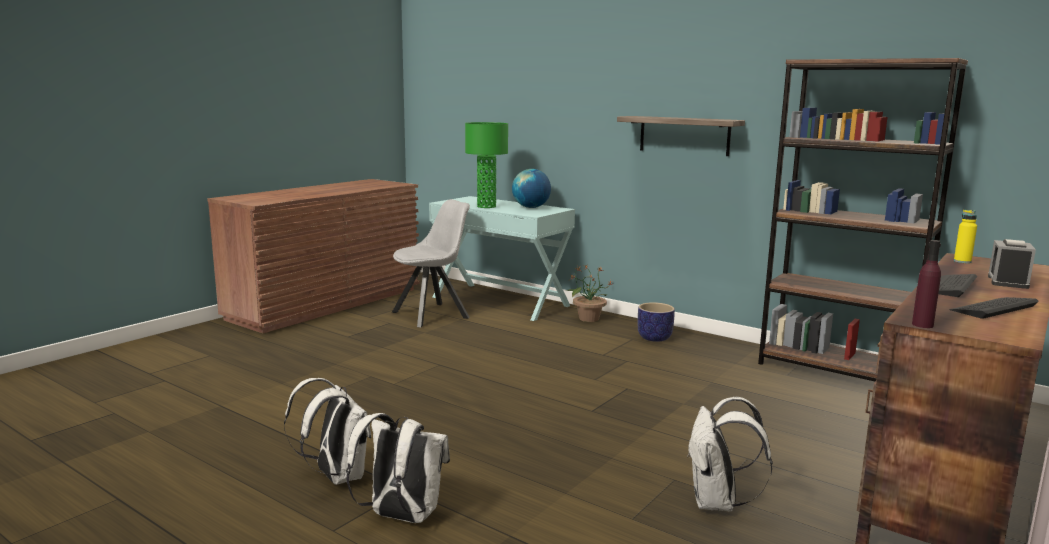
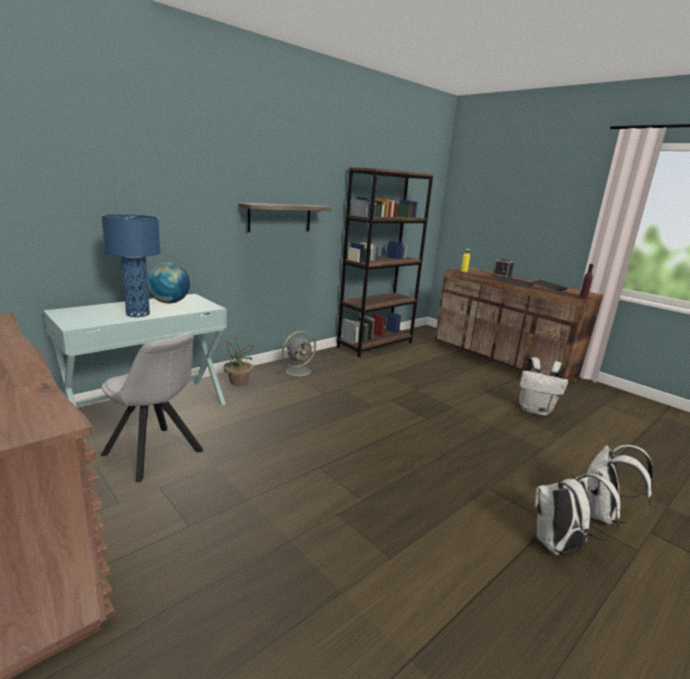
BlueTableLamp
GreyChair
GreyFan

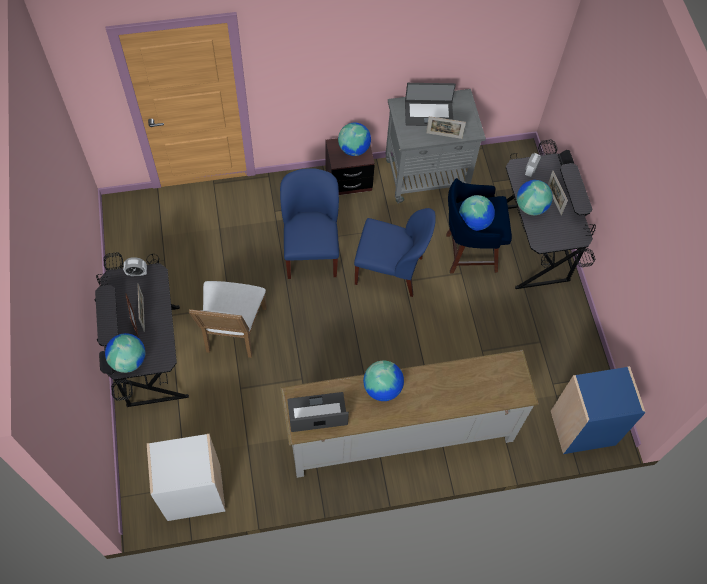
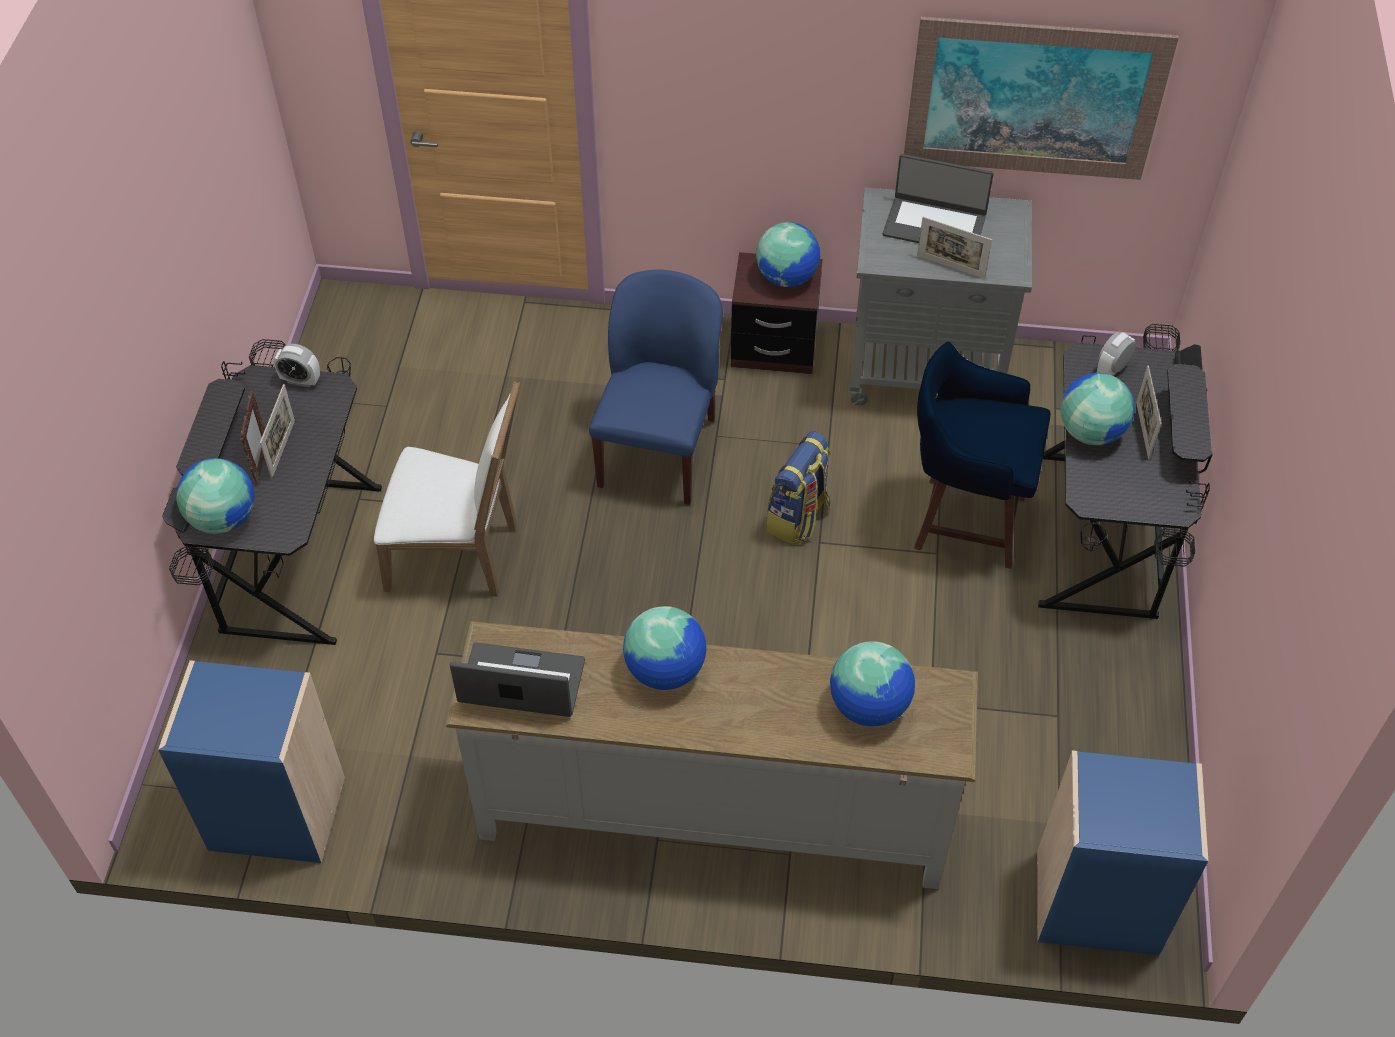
Globe (no. 4 from left)
Backpack
WhiteChair
BlueBookcase (no. 1 from left)
Picture

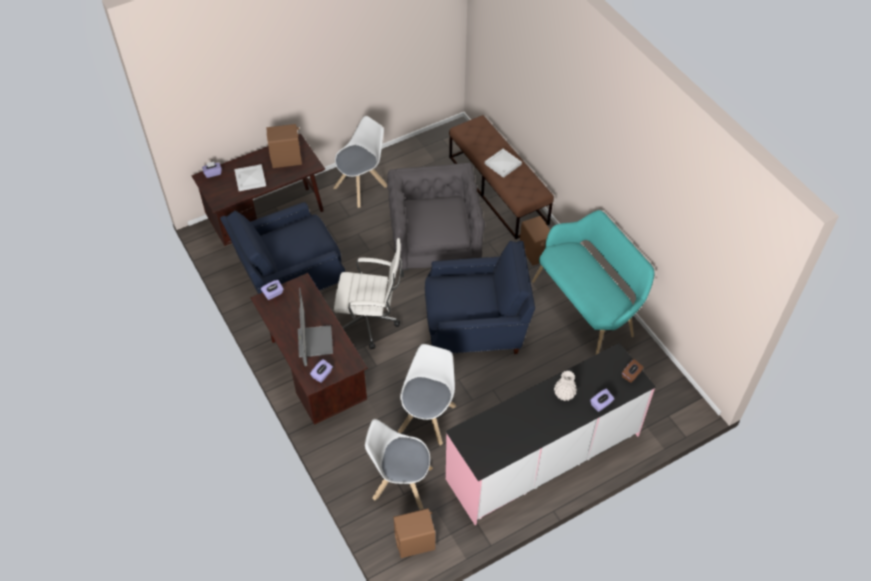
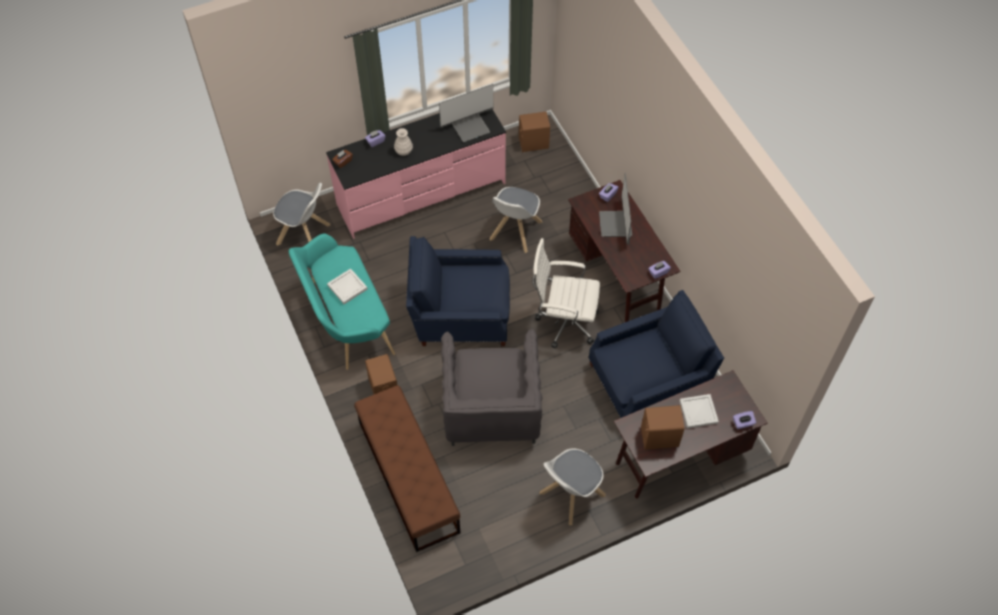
WhiteTray (no. 1 from left)
Chair (no. 1 from left)
Monitor (no. 1 from left)

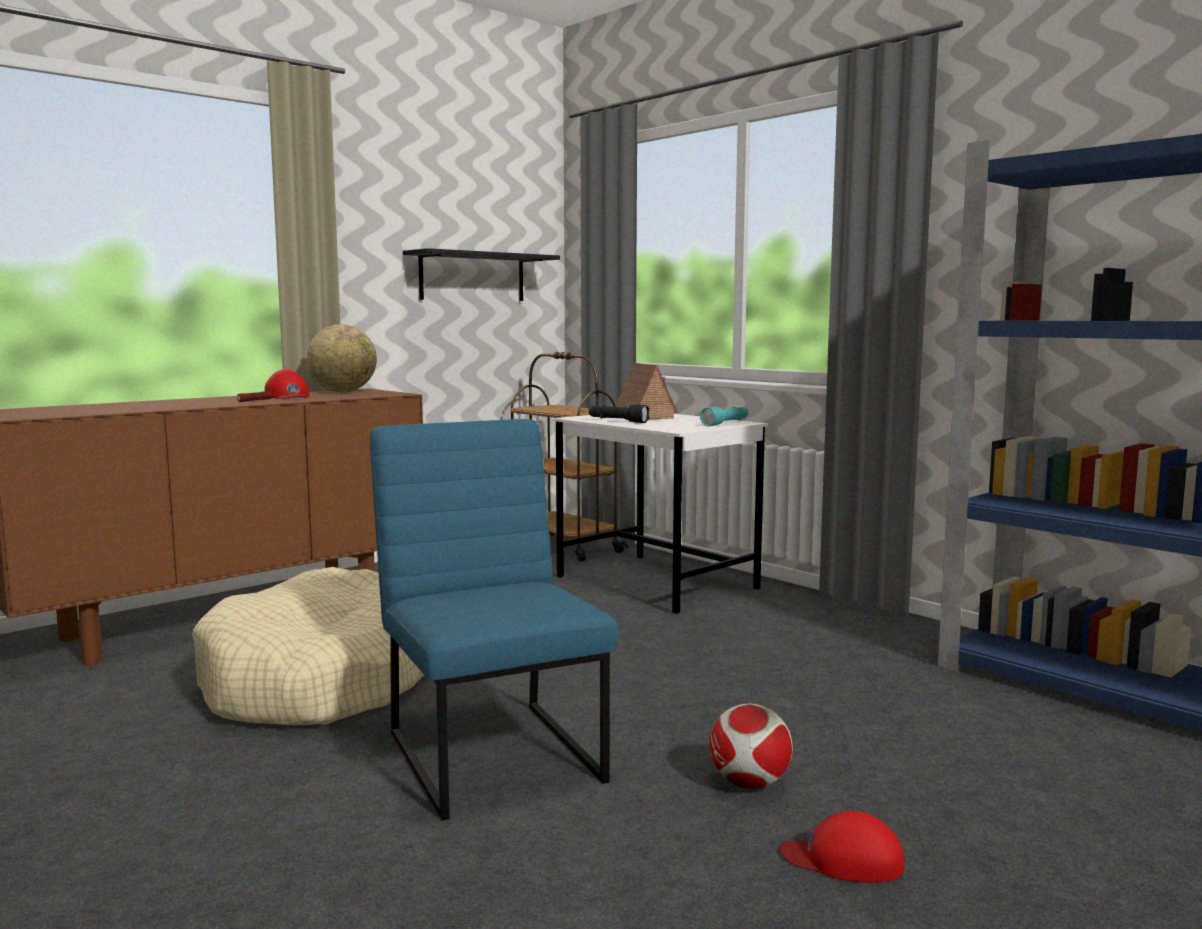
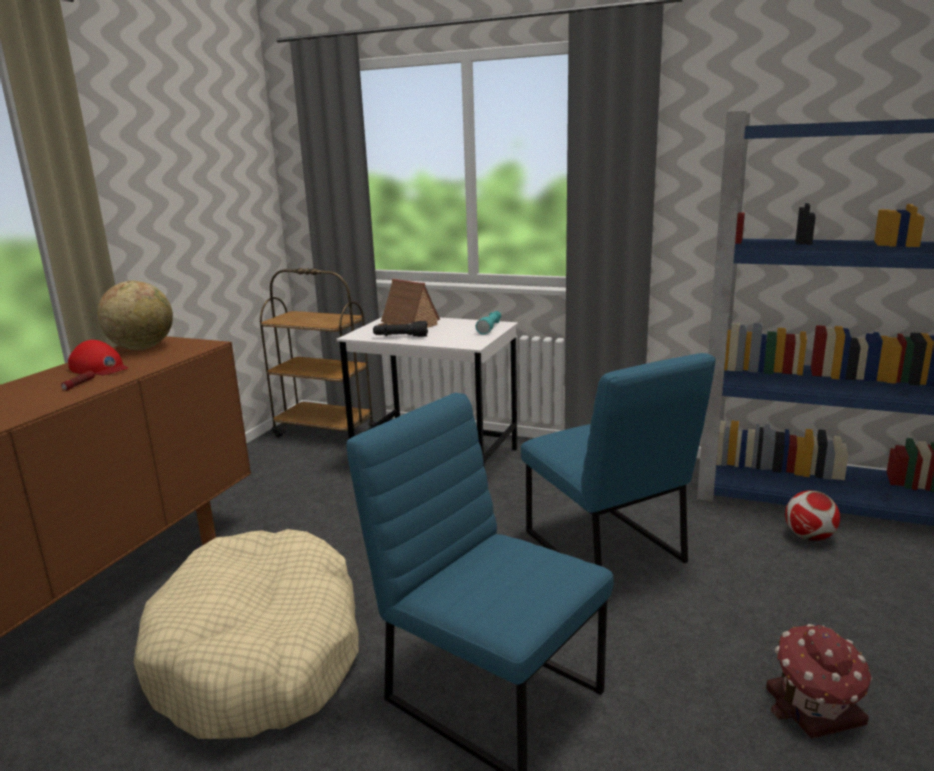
BlackShelf
Football
ToyHouse (no. 2 from left)
BlueChair (no. 2 from left)

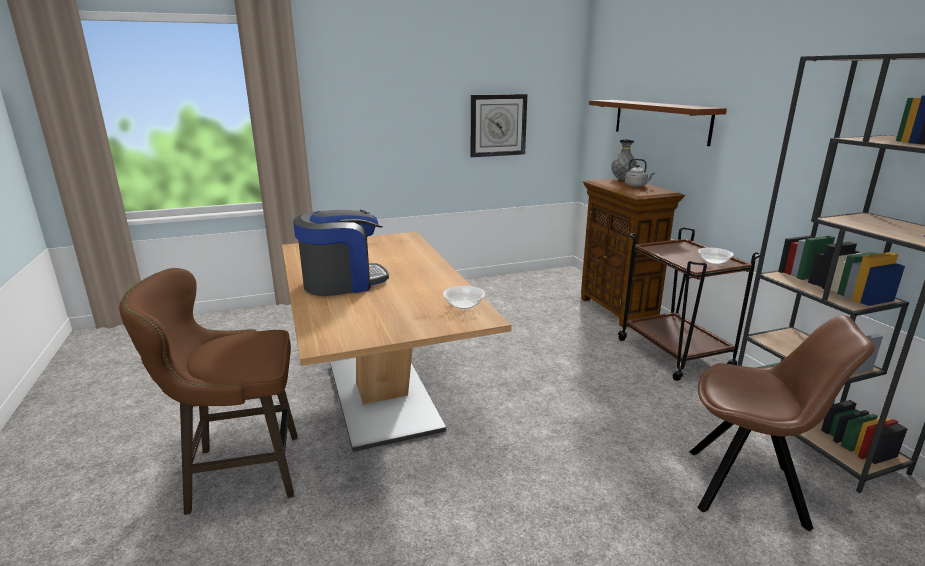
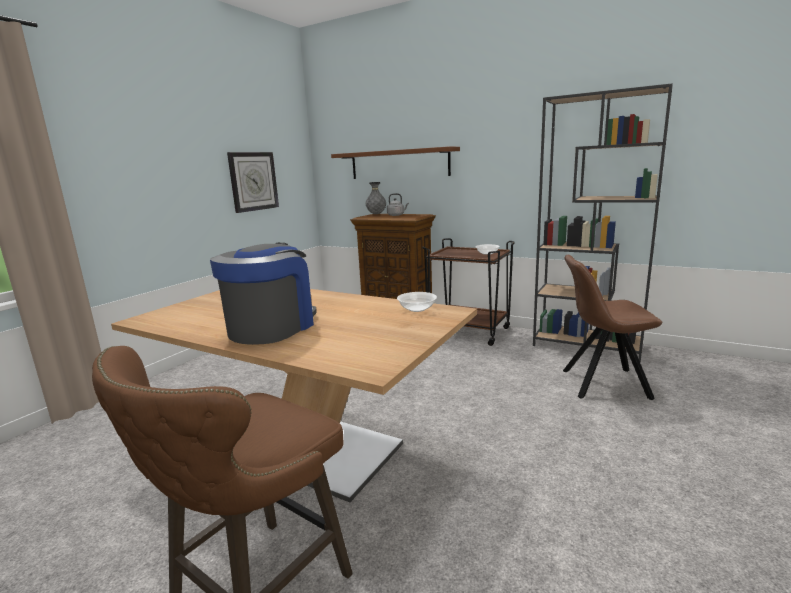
BrownChair

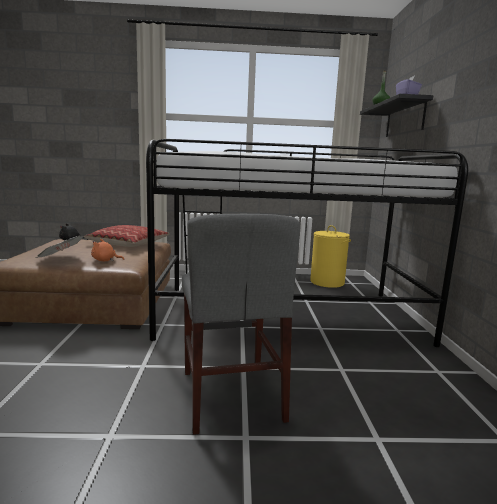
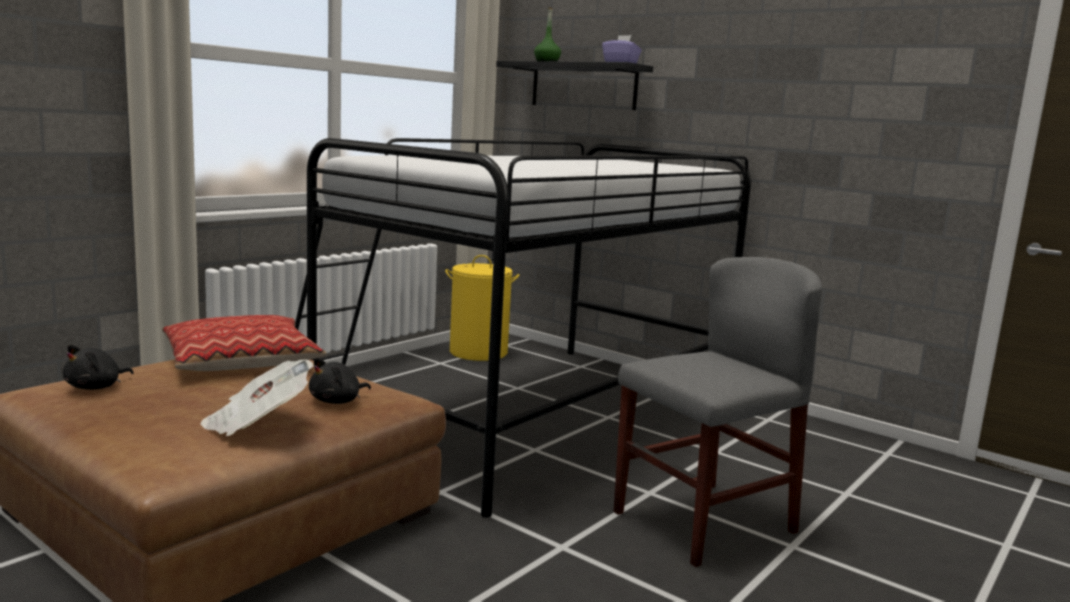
GreyChair
BlackPlushToy (no. 2 from left)

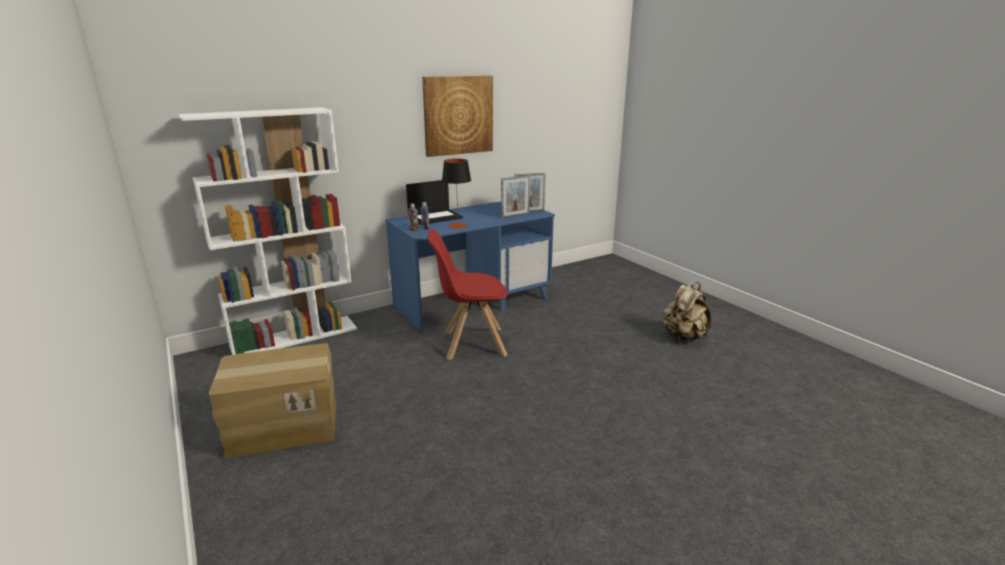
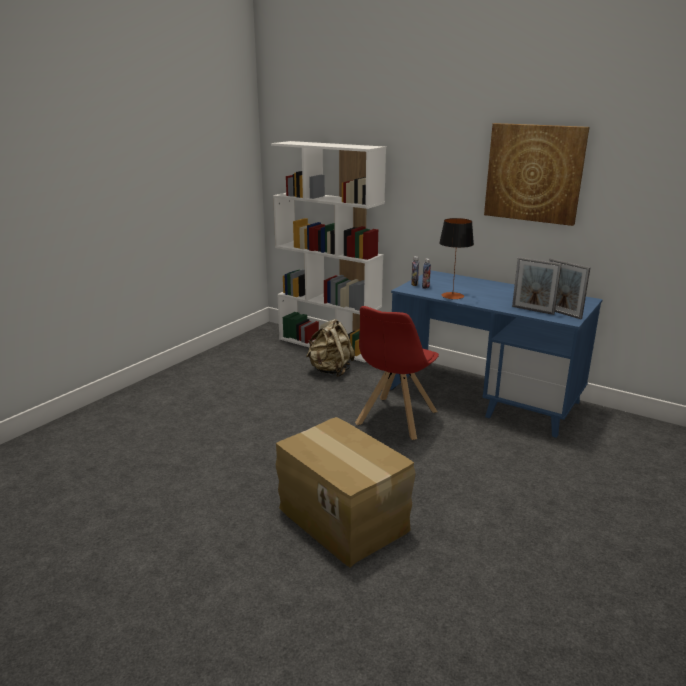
Laptop
RedChair
BeigeBackpack
CardboardBox

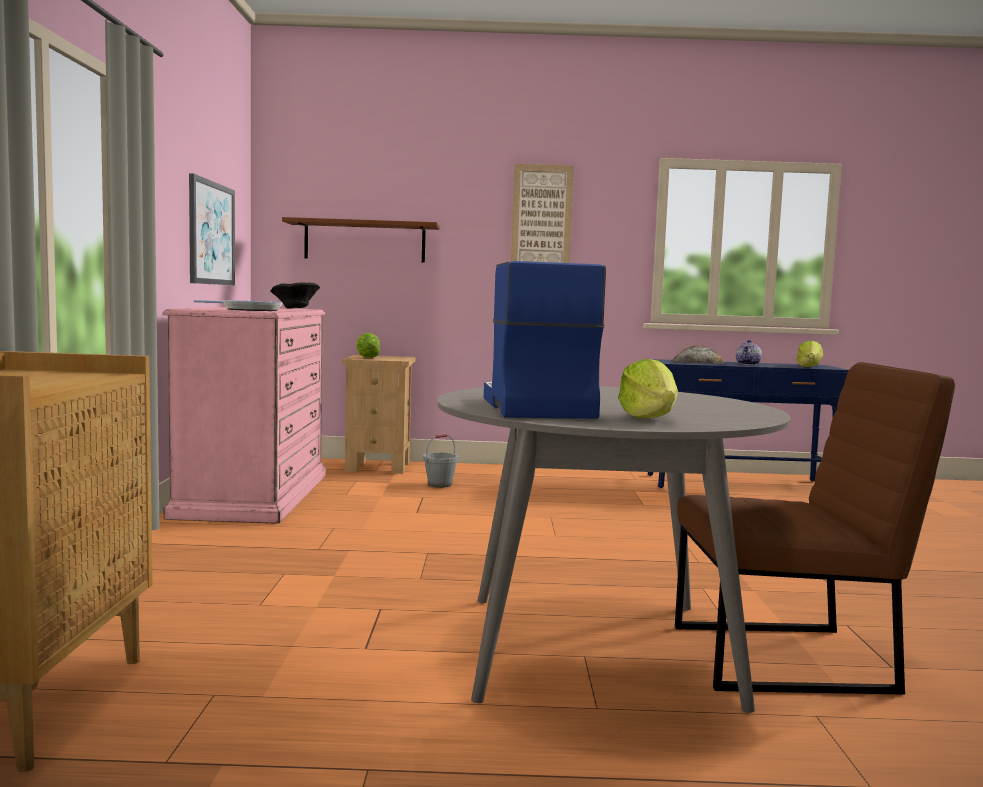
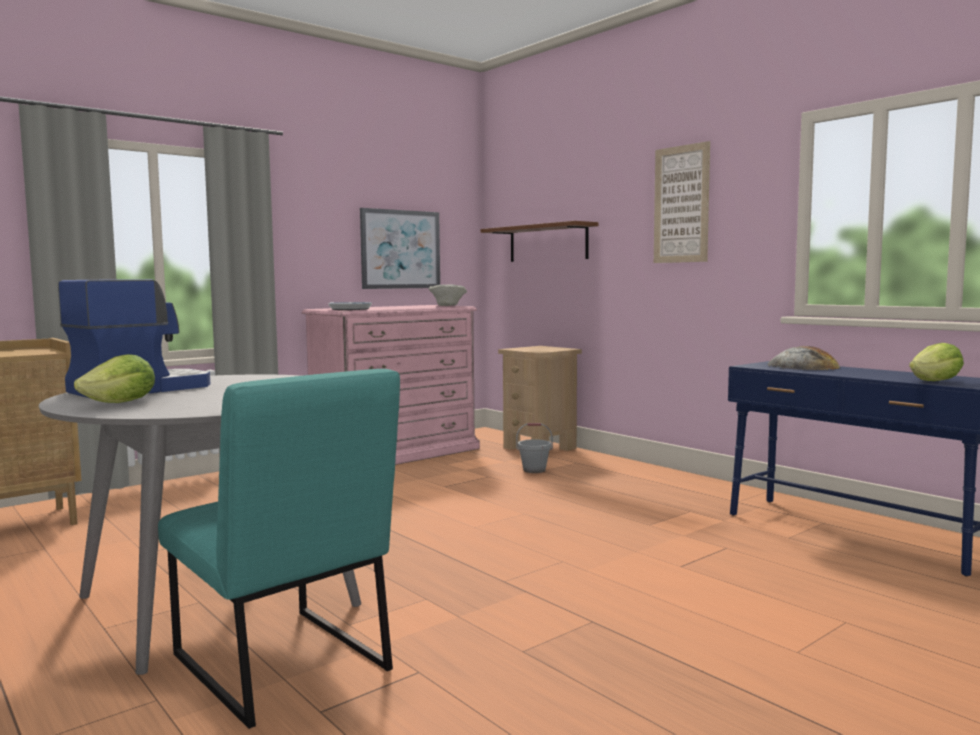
BeigeBowl
Lettuce (no. 1 from left in the first image)
Teapot
TurquoiseChair

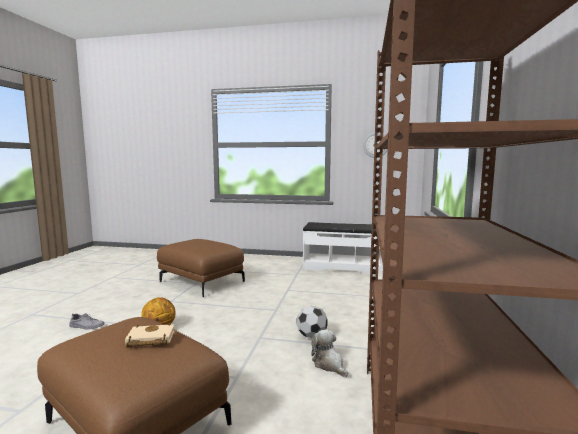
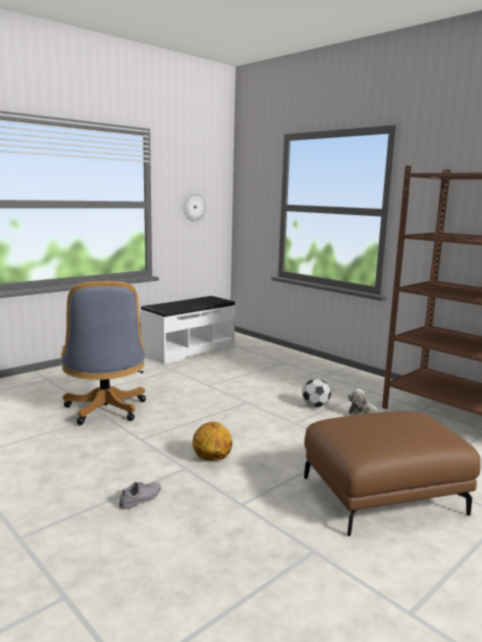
BlueOfficeChair
BeigeBook

